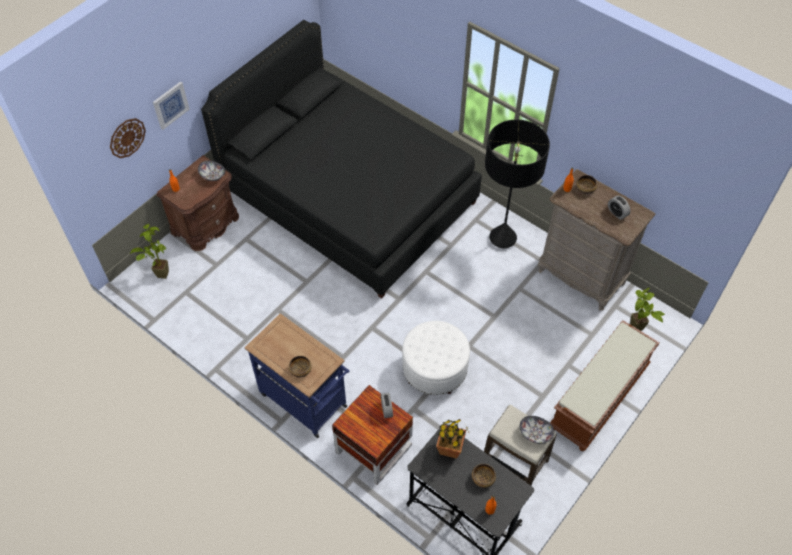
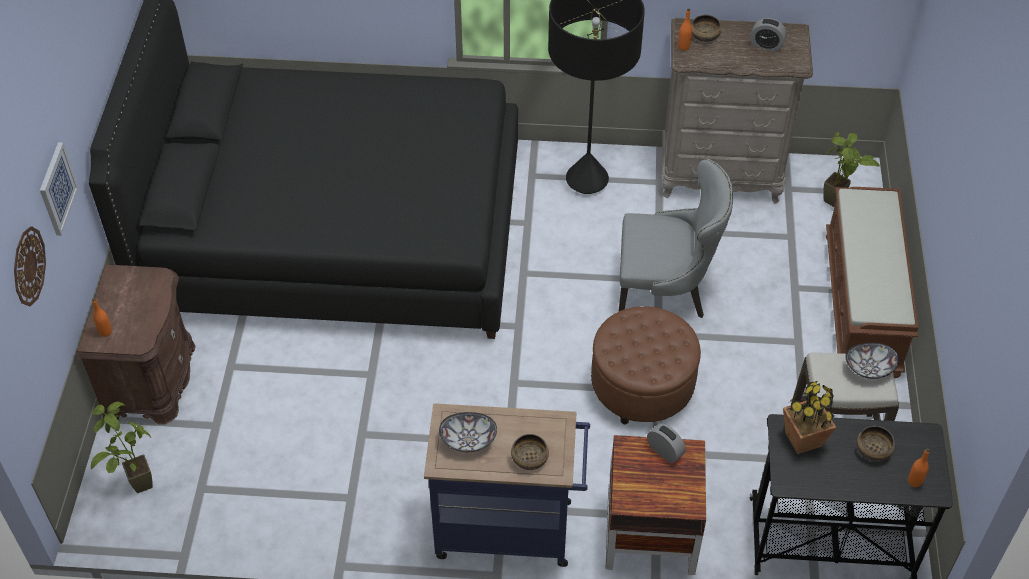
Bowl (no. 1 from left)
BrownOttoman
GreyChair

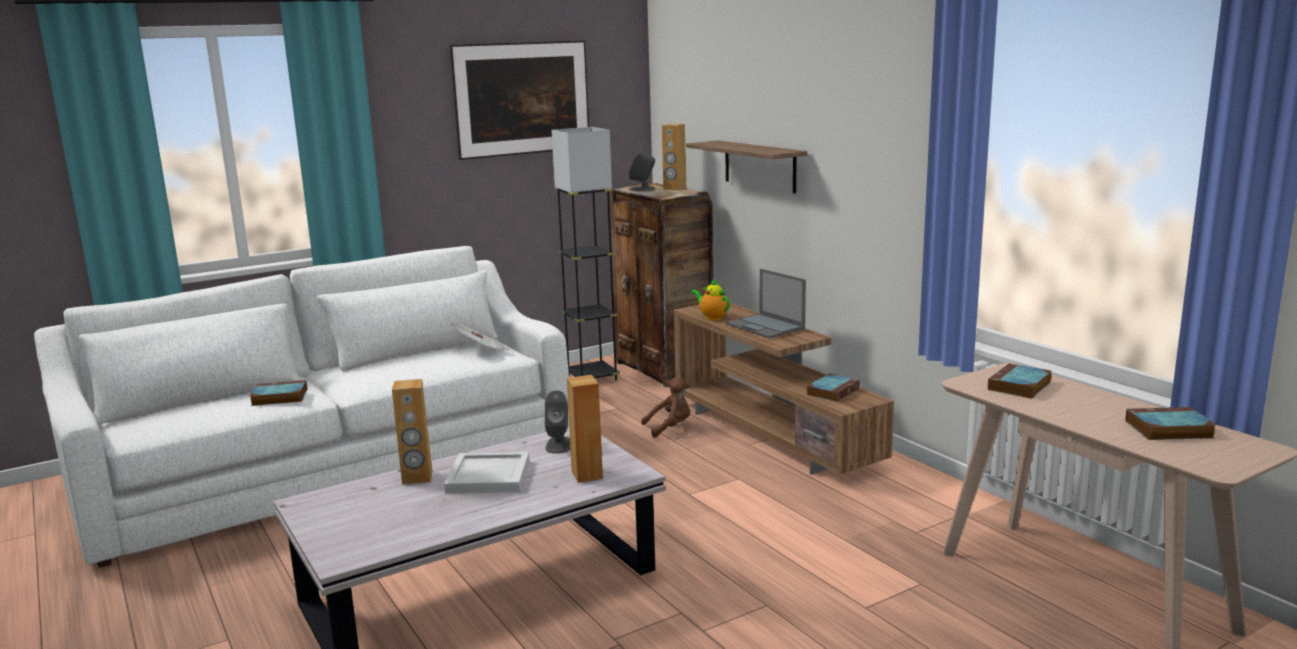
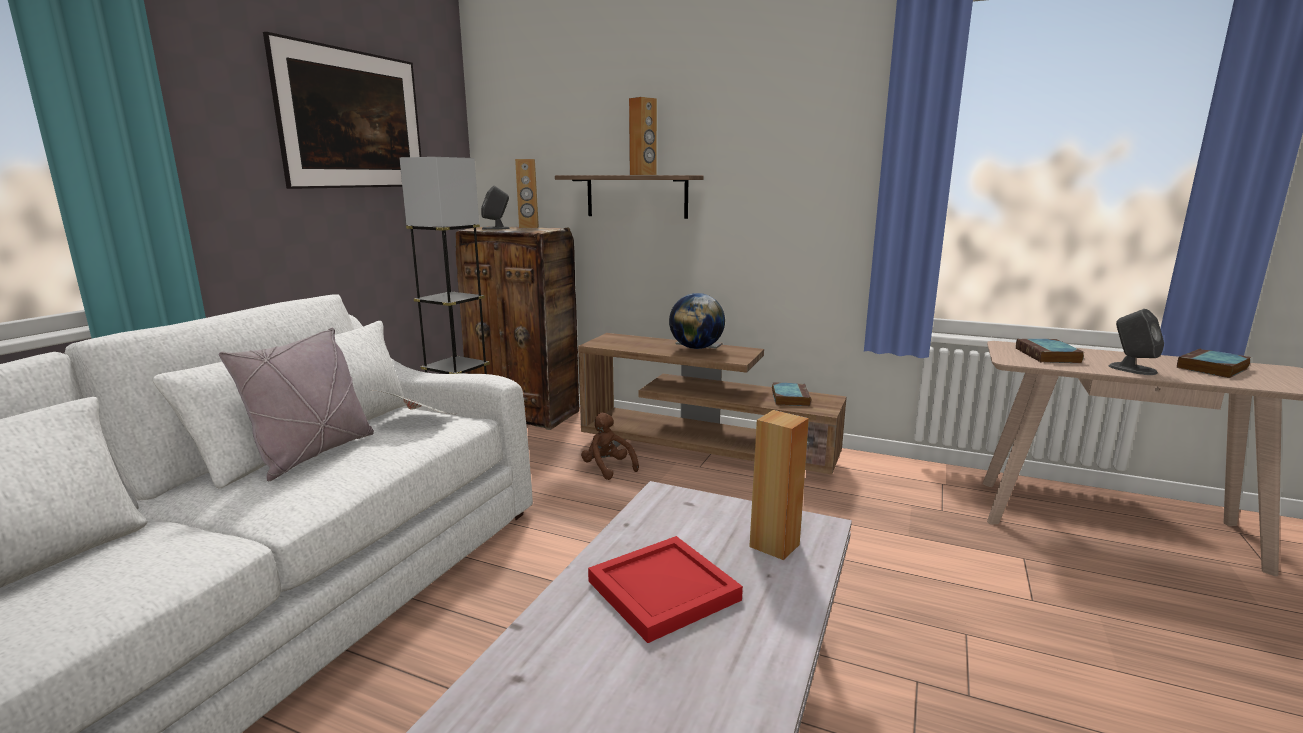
Globe
Teapot
BrownPlushToy
BrownSpeaker (no. 2 from left)
Book (no. 1 from left in the first image)
GreySpeaker (no. 2 from left)
RedTray
PurplePillow

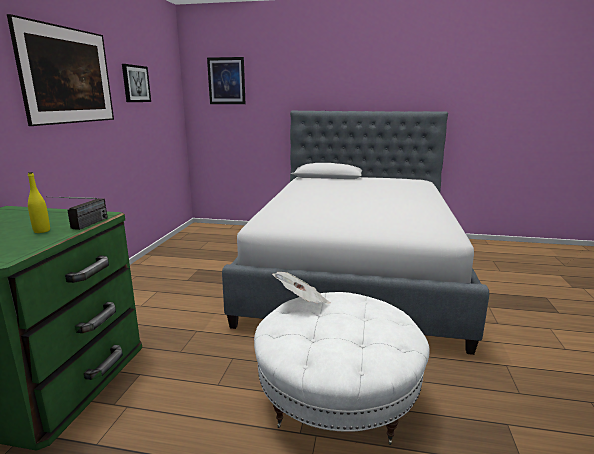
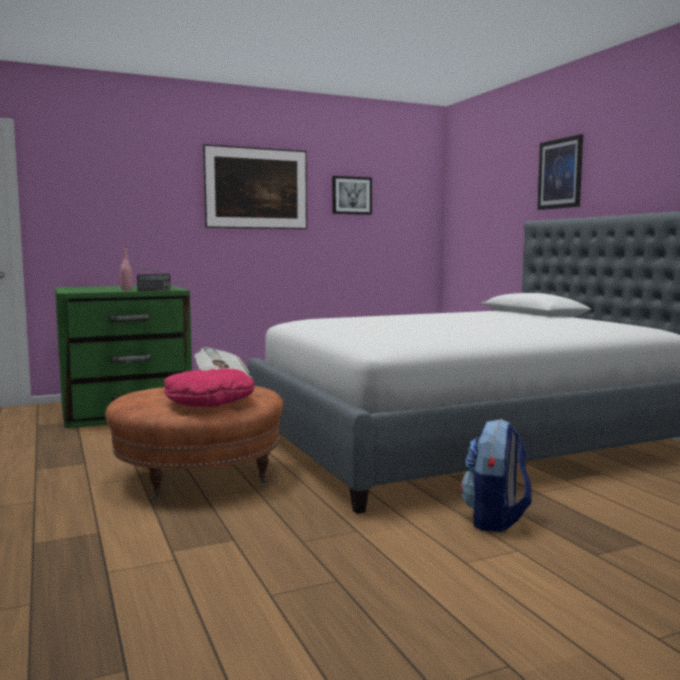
Picture (no. 3 from left)
PinkBottle
BrownOttoman
PinkPillow
Backpack

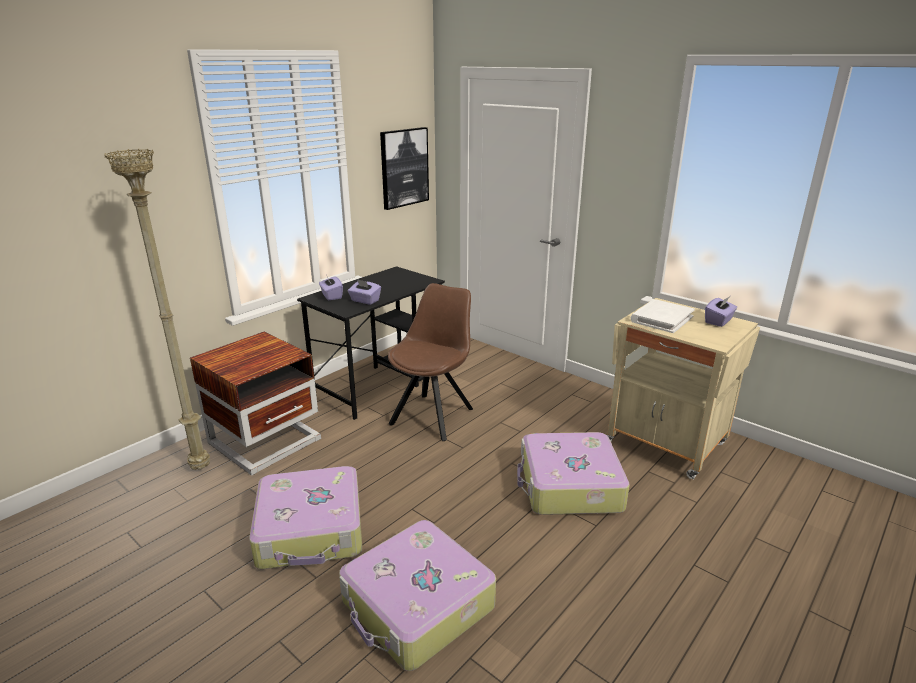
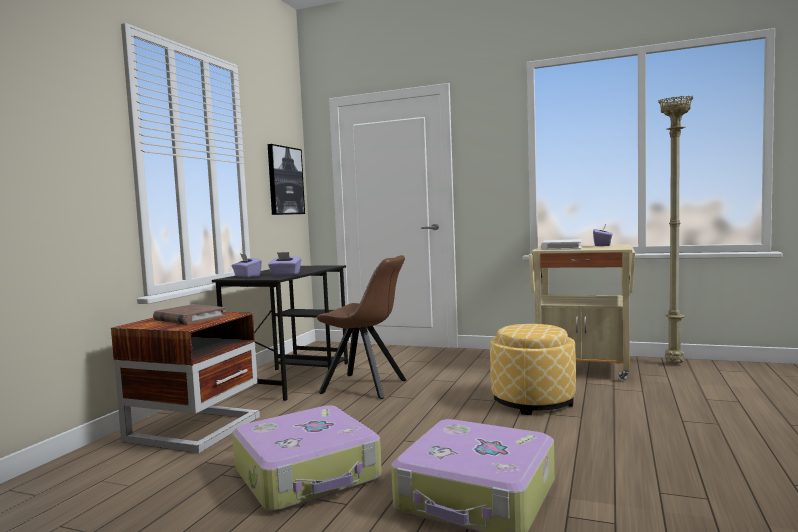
BeigeFloorLamp
BrownChair
Ottoman
BrownBook

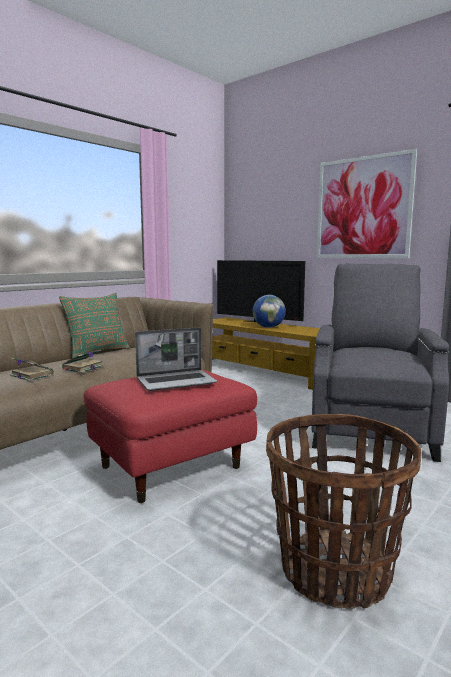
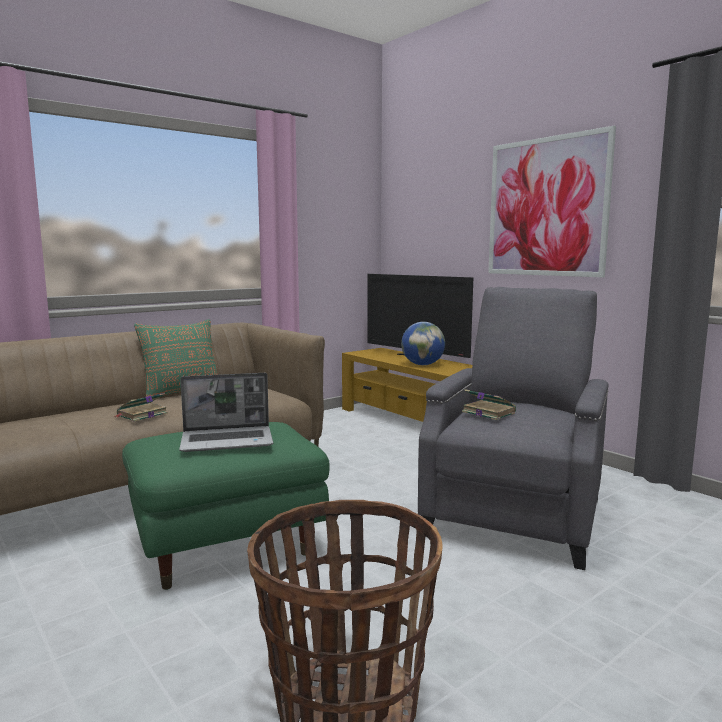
Book (no. 2 from left)
GreenOttoman

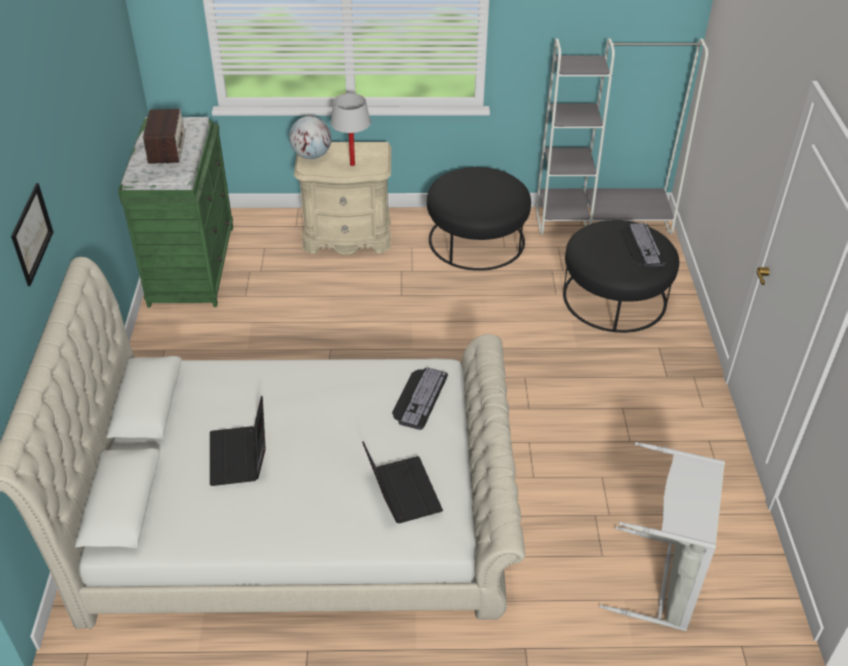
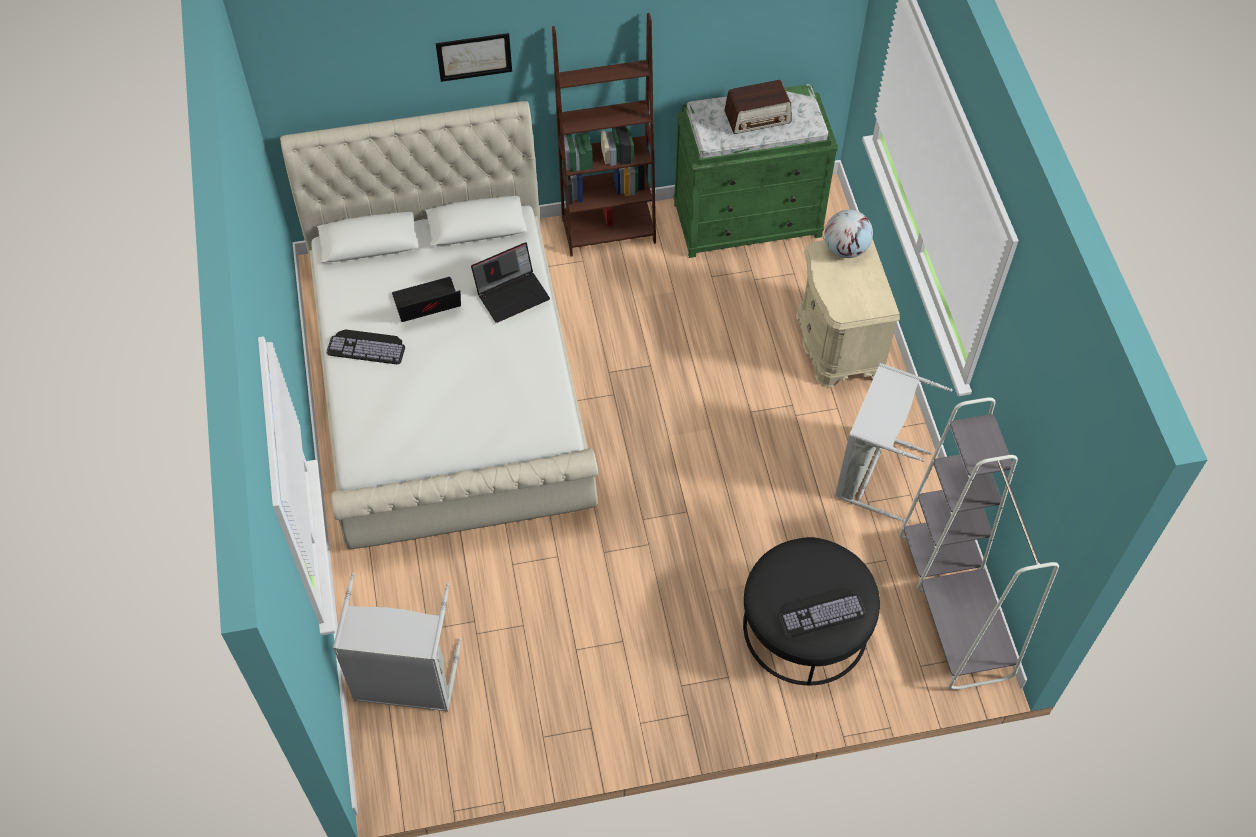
WhiteTableLamp
GreyLaundryBasket (no. 2 from left)
Keyboard (no. 1 from left)
Laptop (no. 2 from left)
BrownBookcase

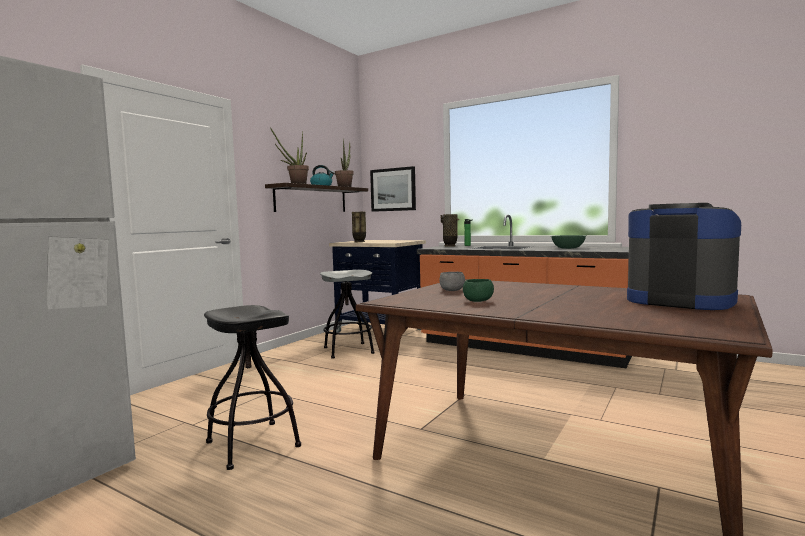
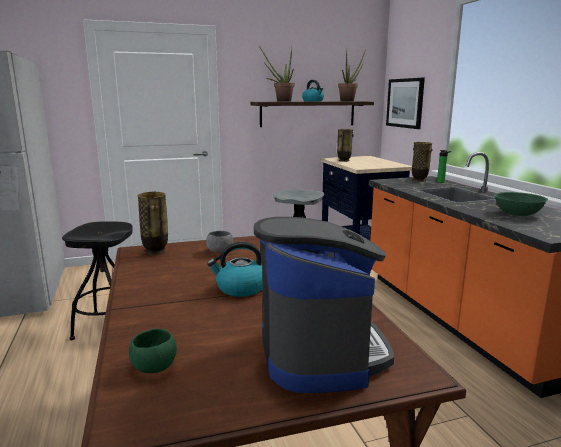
GreenBowl (no. 1 from left)
Vase (no. 1 from left)
Kettle (no. 1 from left)

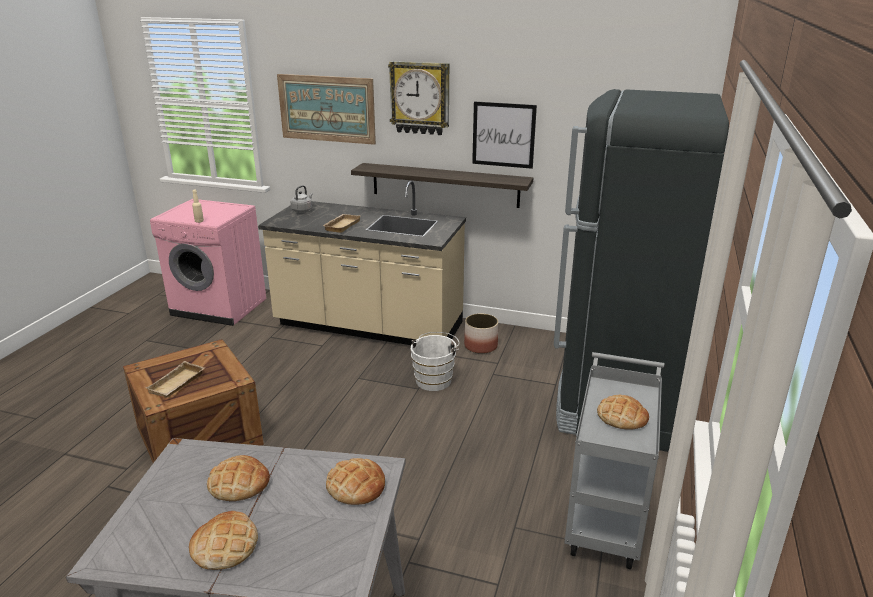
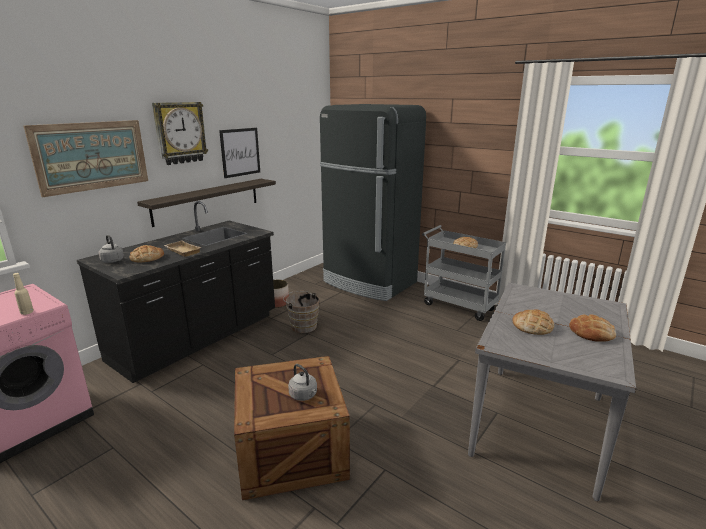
BlackCounter
BrownBucket
GreyKettle (no. 2 from left)
Bread (no. 1 from left)

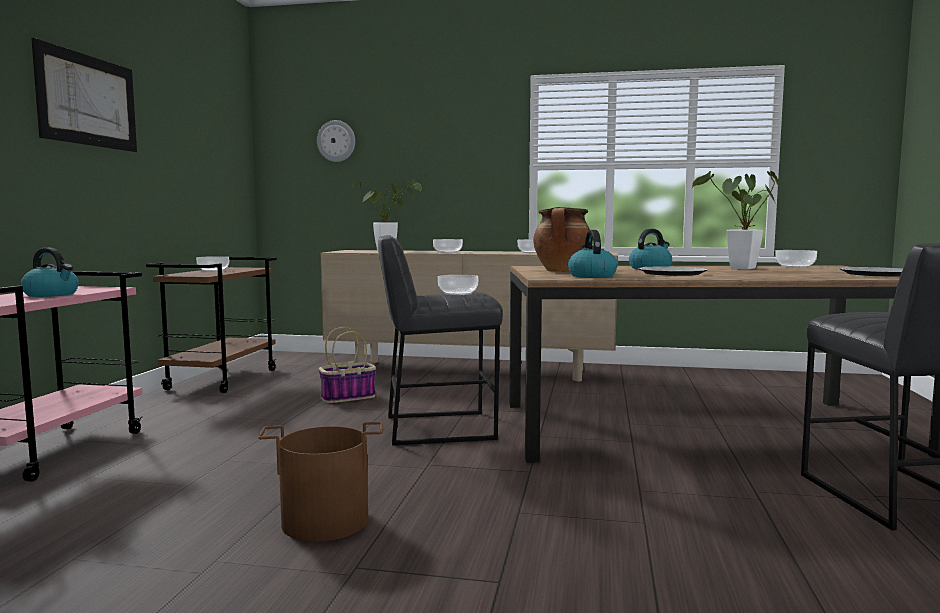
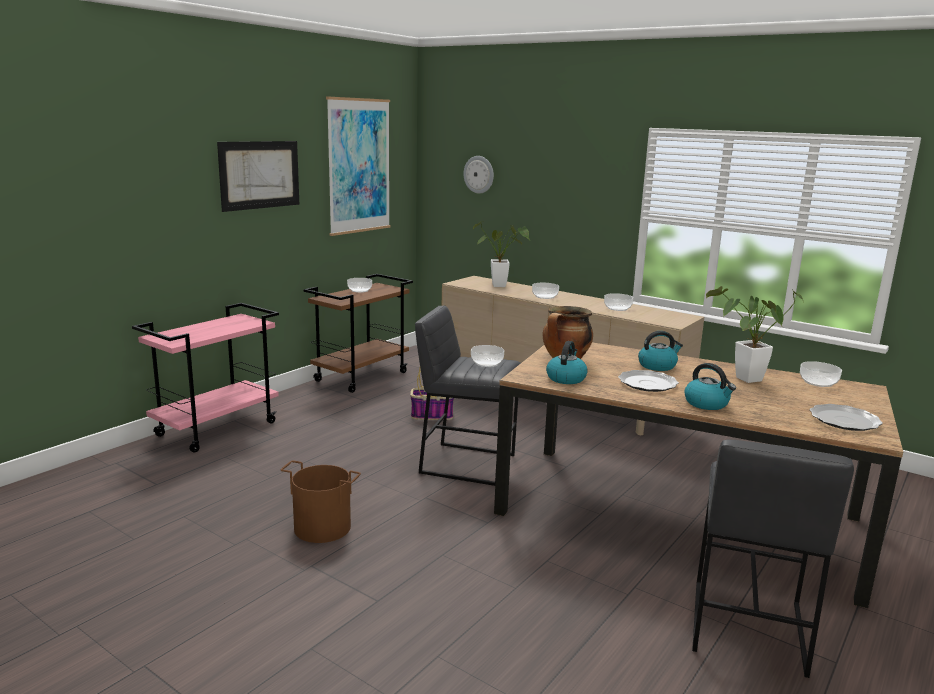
Kettle (no. 3 from left)
Picture (no. 2 from left)

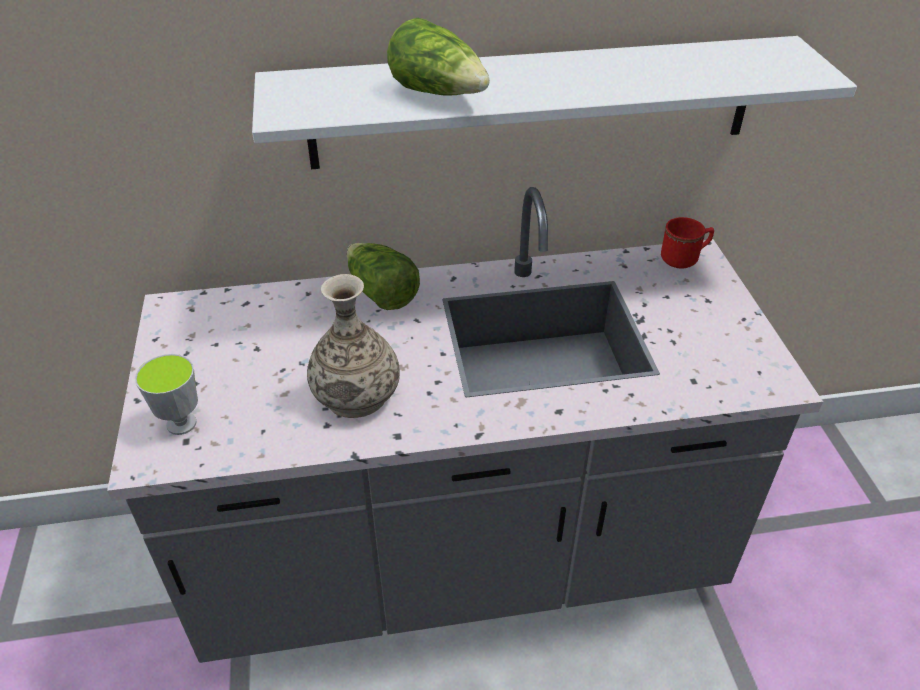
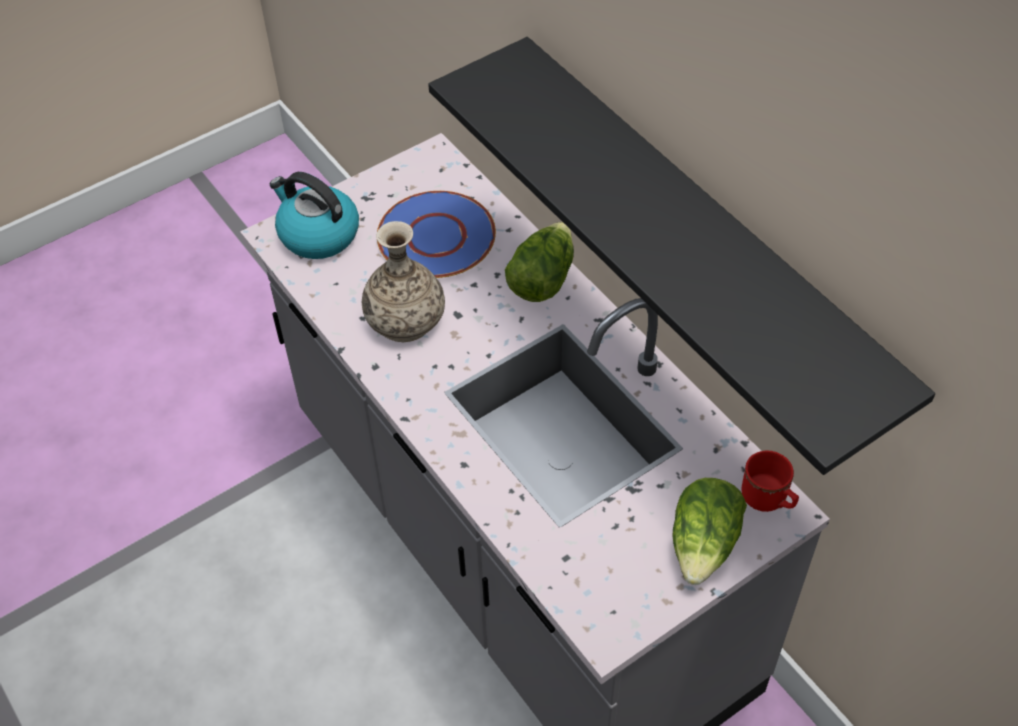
Lettuce (no. 2 from left)
BlackShelf
Kettle
BluePlate

